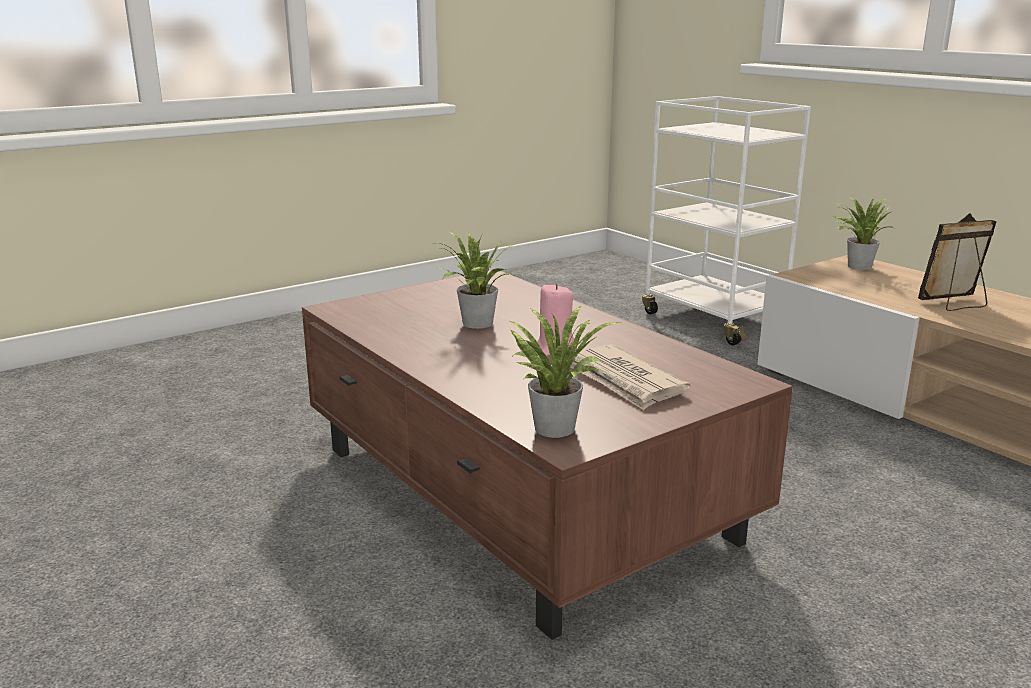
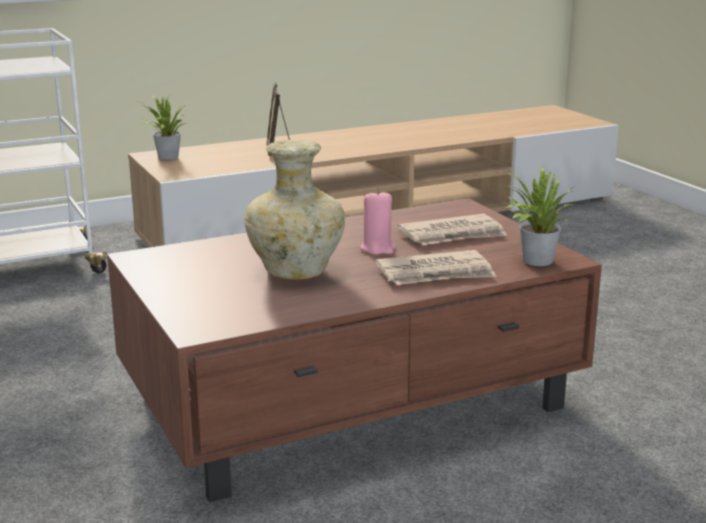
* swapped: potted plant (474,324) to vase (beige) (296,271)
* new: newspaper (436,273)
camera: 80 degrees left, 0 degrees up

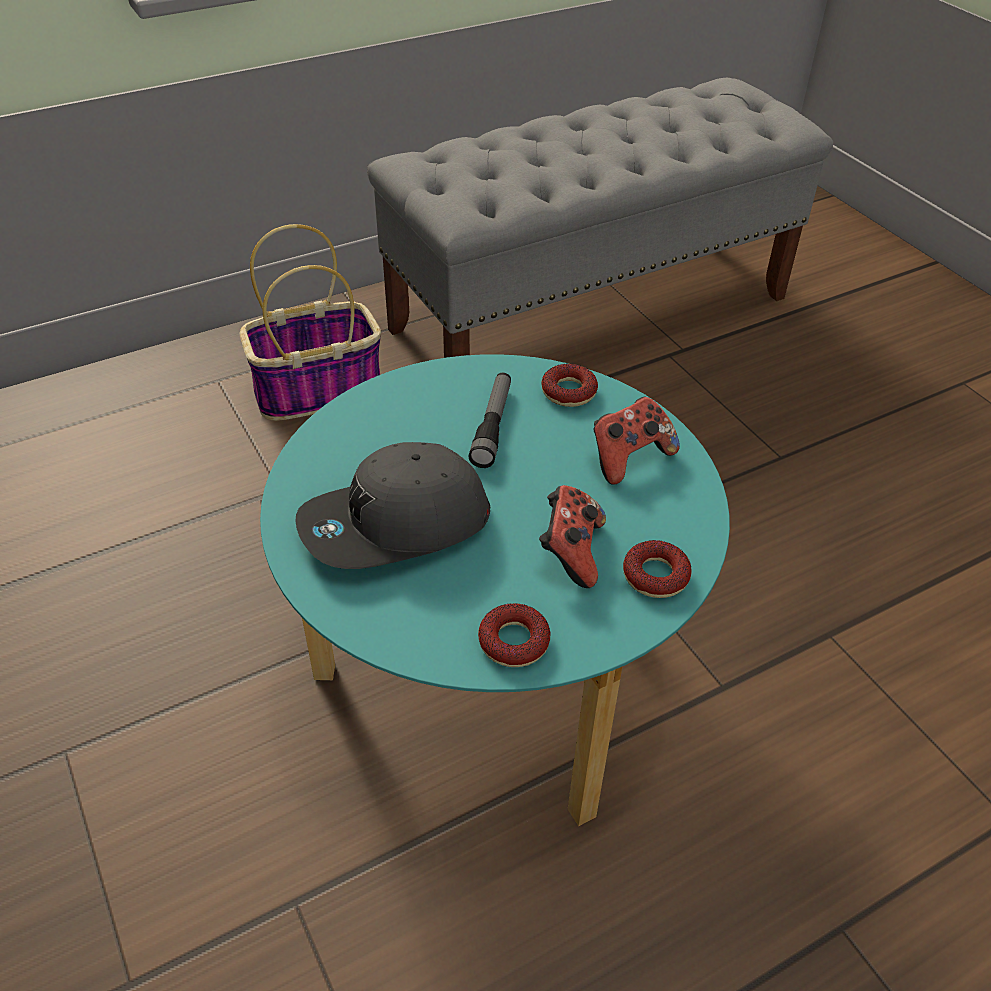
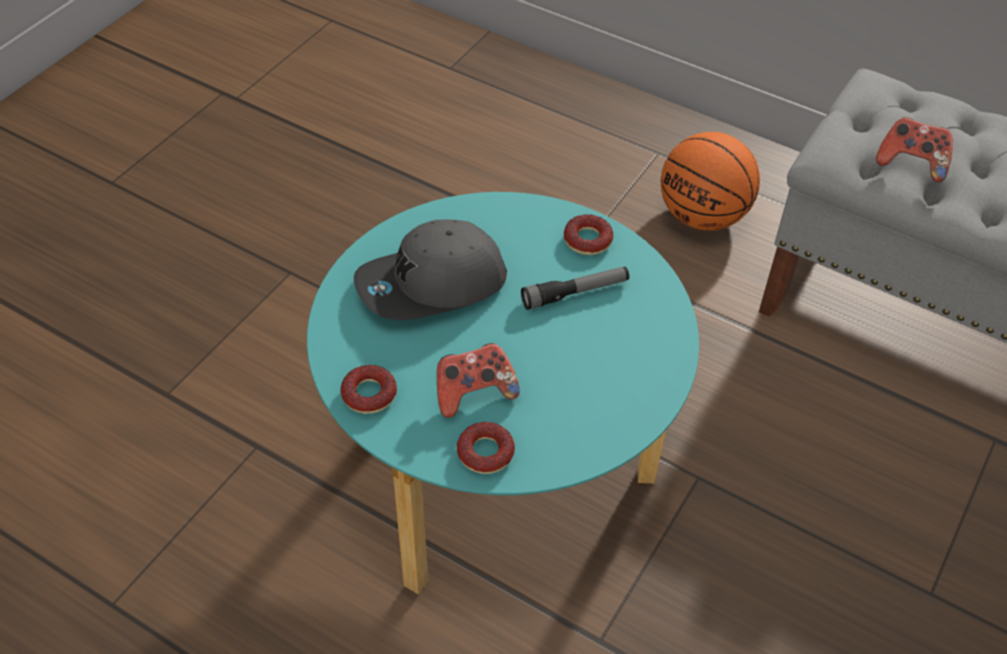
* swapped: basket (319,390) to basketball (702,216)
* shifted: donut (569,392) to (587,240)
* shifted: game controller (629,458) to (911,164)
* rotated: cap (grey) (395,526) = (431,286) 60 degrees counterclockwise
camera: 60 degrees right, 5 degrees up

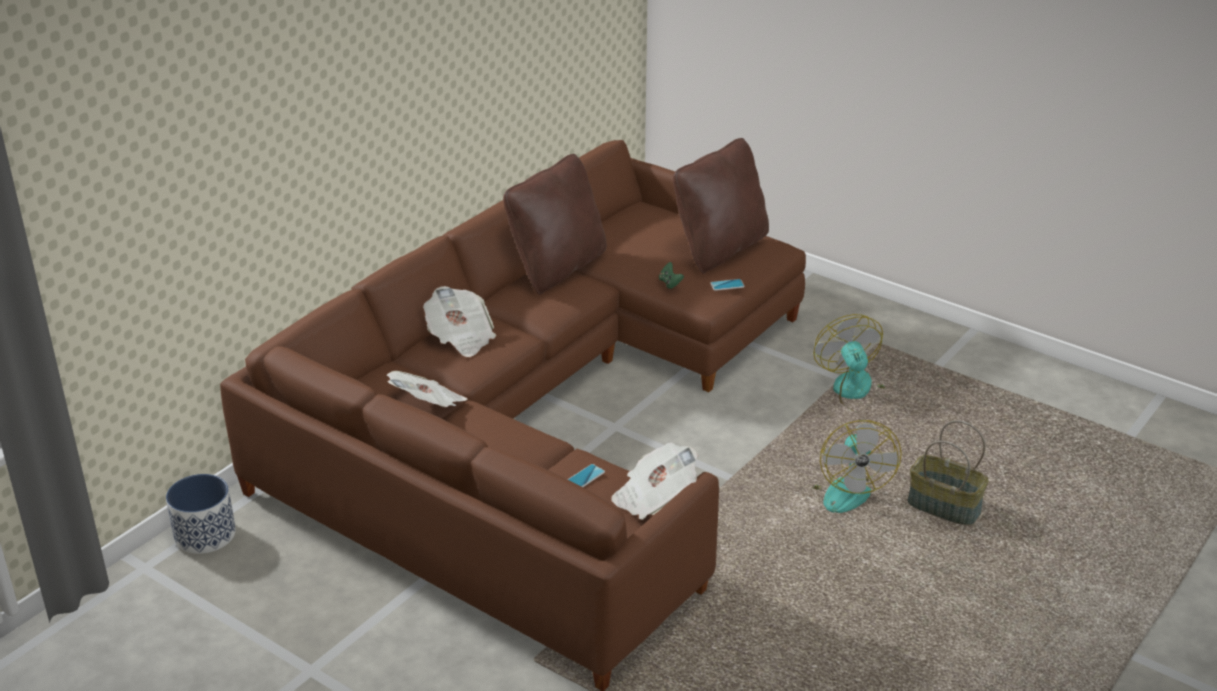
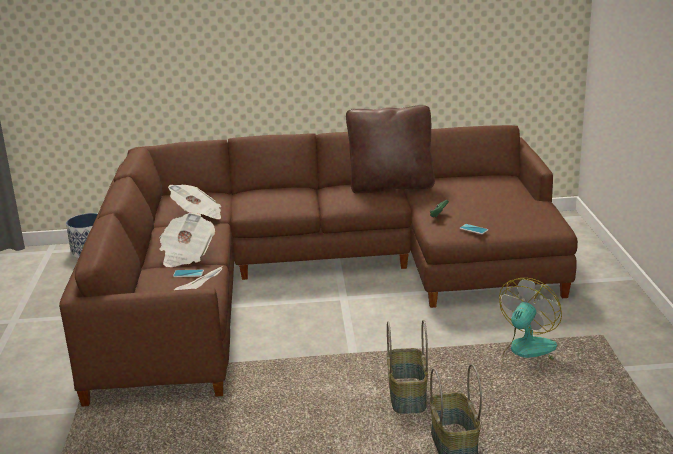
* gone: pillow (brown) (720,249)
* shifted: newspaper (460,338) to (186,255)
* swapped: fan (844,488) to basket (408,397)
camera: 50 degrees right, 10 degrees down

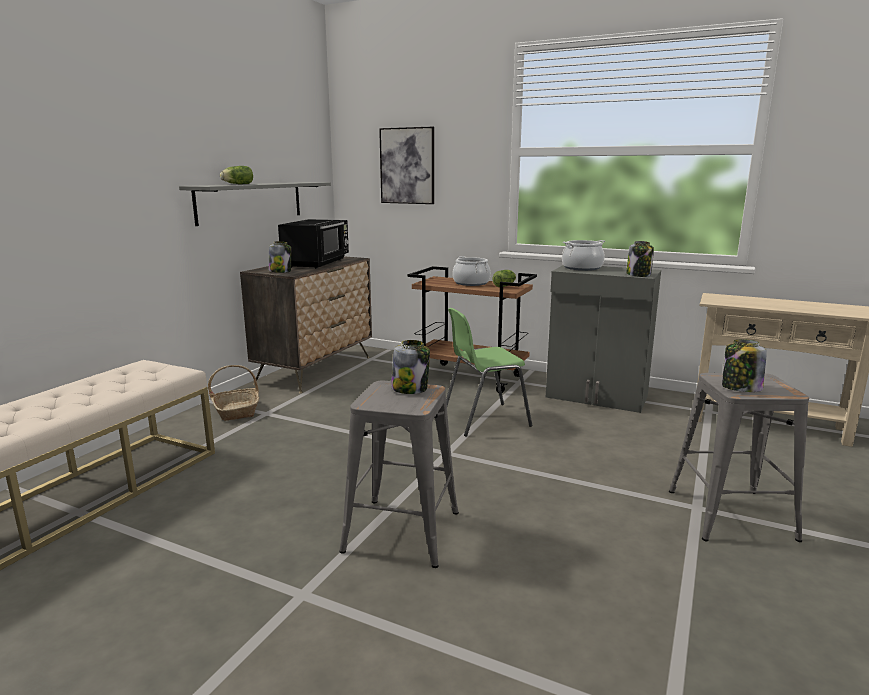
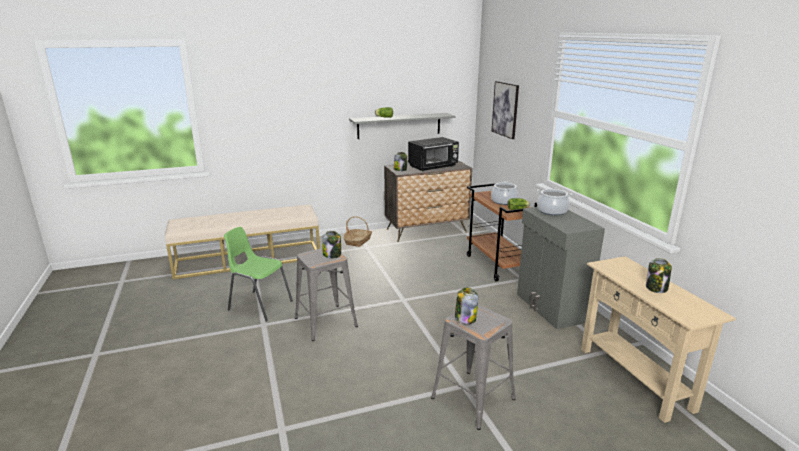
* shifted: jar (639,275) to (656,288)
* shifted: chair (green) (484,419) to (259,305)
camera: 45 degrees right, 5 degrees up

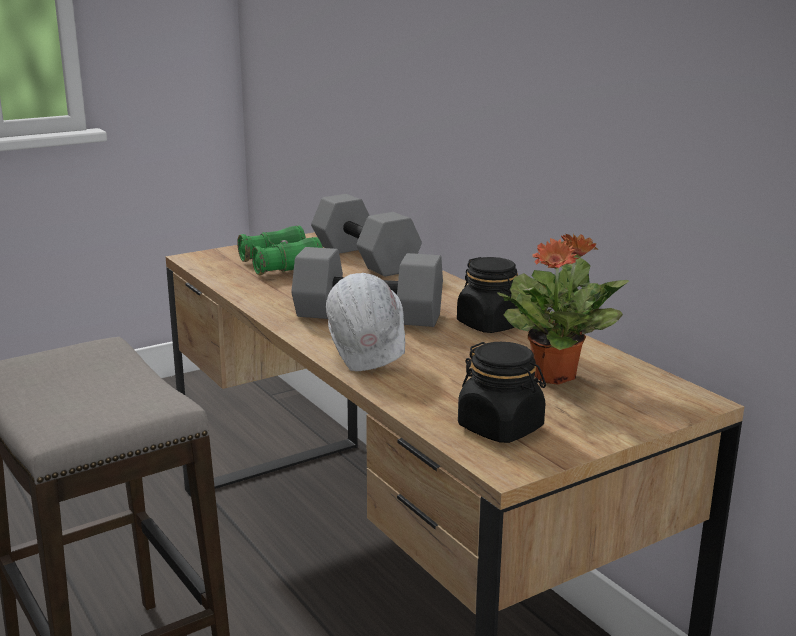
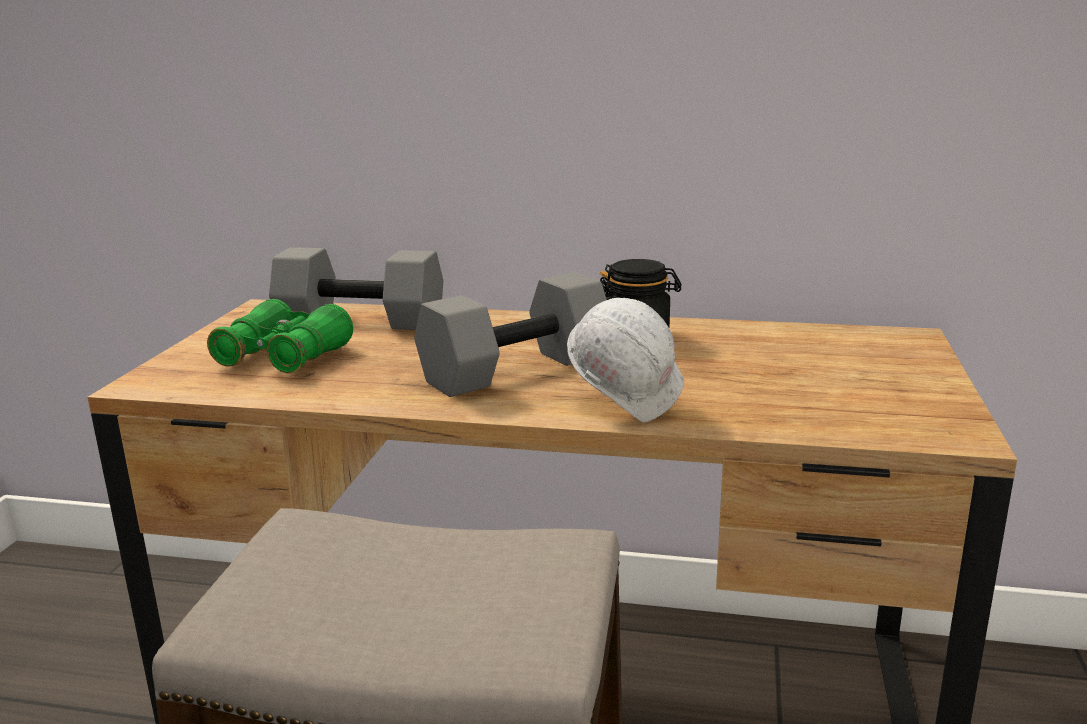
* gone: potted plant (555,375)
* gone: jar (black) (501,428)
camera: 45 degrees left, 0 degrees up

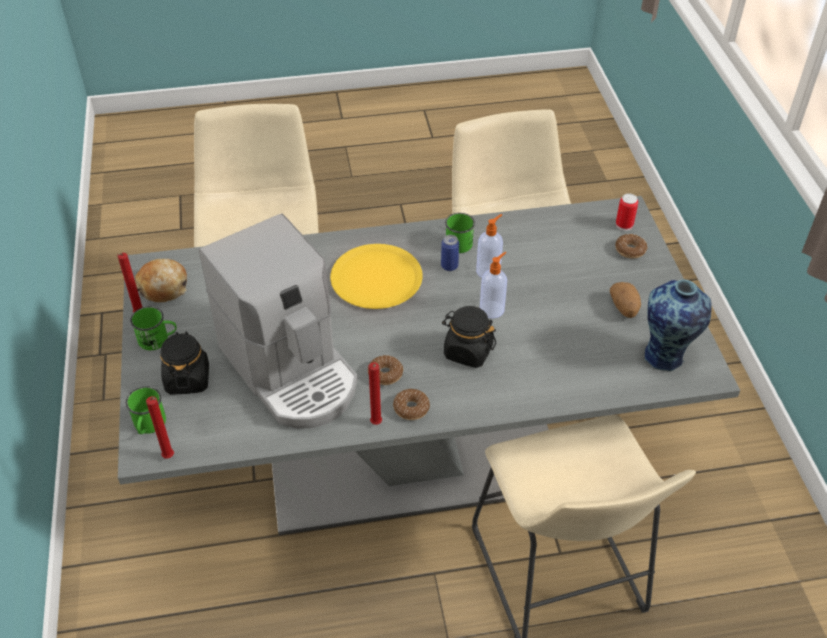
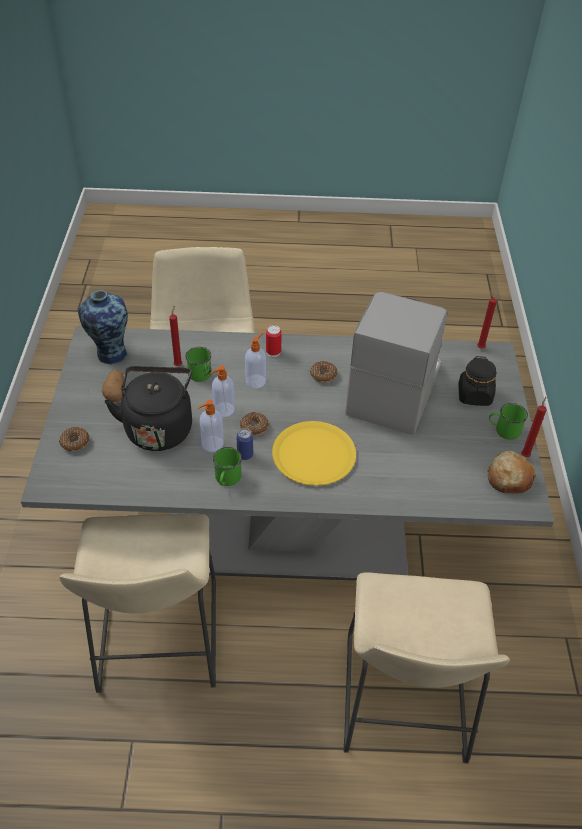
* shifted: can (624,225) to (273,352)
* rotated: coffee machine (291,371) = (394,388) 45 degrees clockwise
* swapped: jar (black) (467,351) to soap dispenser (256,381)
* shifted: candle (red) (376,424) to (178,364)
* shifted: mug (green) (148,426) to (201,371)
* shifted: donut (411,408) to (254,427)
* new: kettle (black) (158,427)
camera: 170 degrees left, 0 degrees up

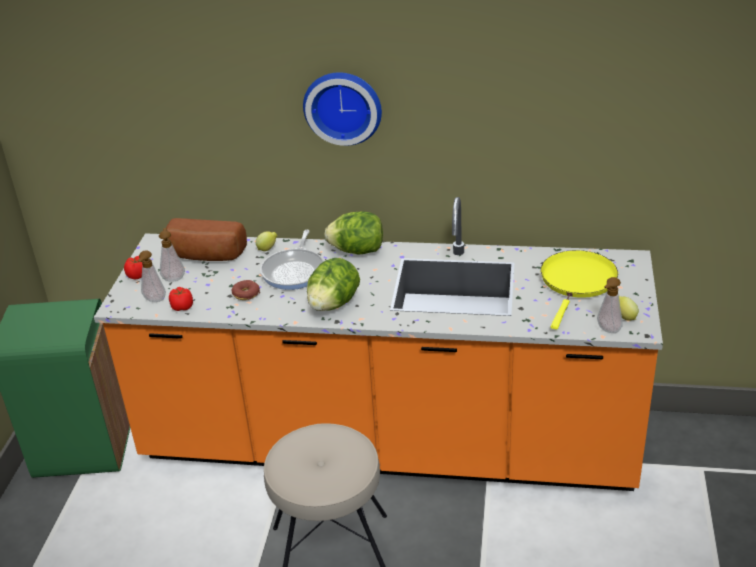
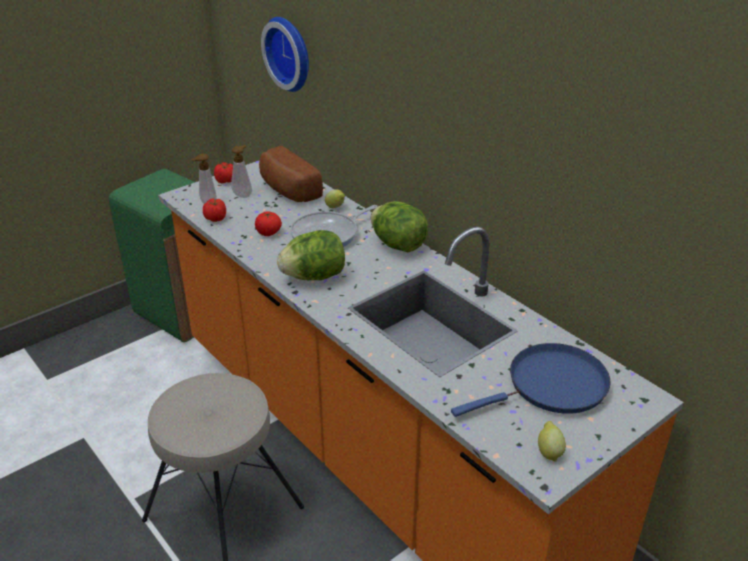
* shifted: wall clock (343,106) to (290,53)
* repainted: frying pan (yellow) (577,282) to frying pan (blue) (551,386)
* gone: soap dispenser (607,330)
* swapped: donut (246,294) to tomato (268,233)
camera: 40 degrees right, 0 degrees up

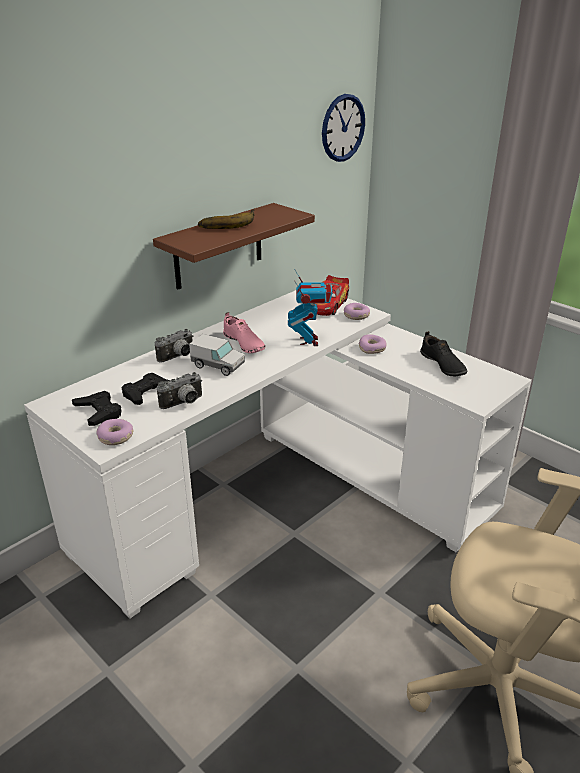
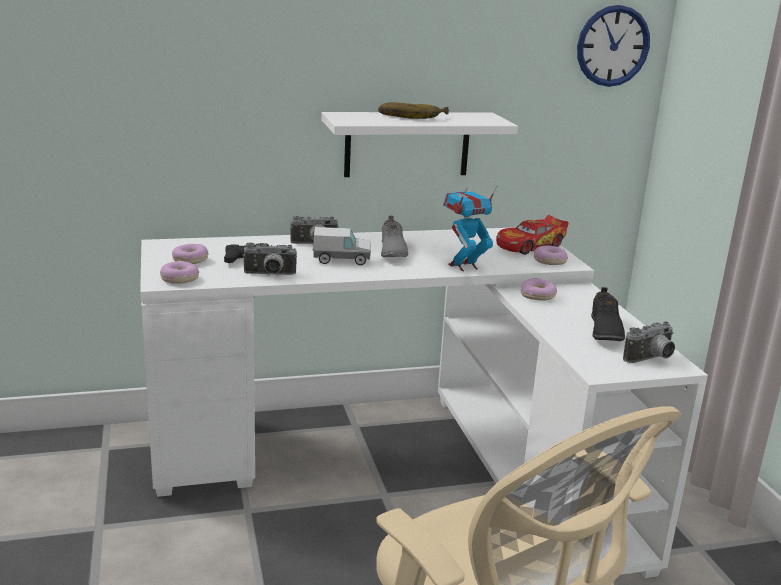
* repainted: shelf (brown) (218,246) to shelf (white) (407,144)
* rotated: toy robot (309,341) = (463,266) 150 degrees counterclockwise
* repainted: shoe (pink) (243,343) to shoe (grey) (392,251)
* rotated: toy truck (218,366) = (341,259) 60 degrees counterclockwise
* swapped: game controller (black) (99,412) to donut (190,260)
* new: photo camera (651,359)
camera: 30 degrees right, 10 degrees down

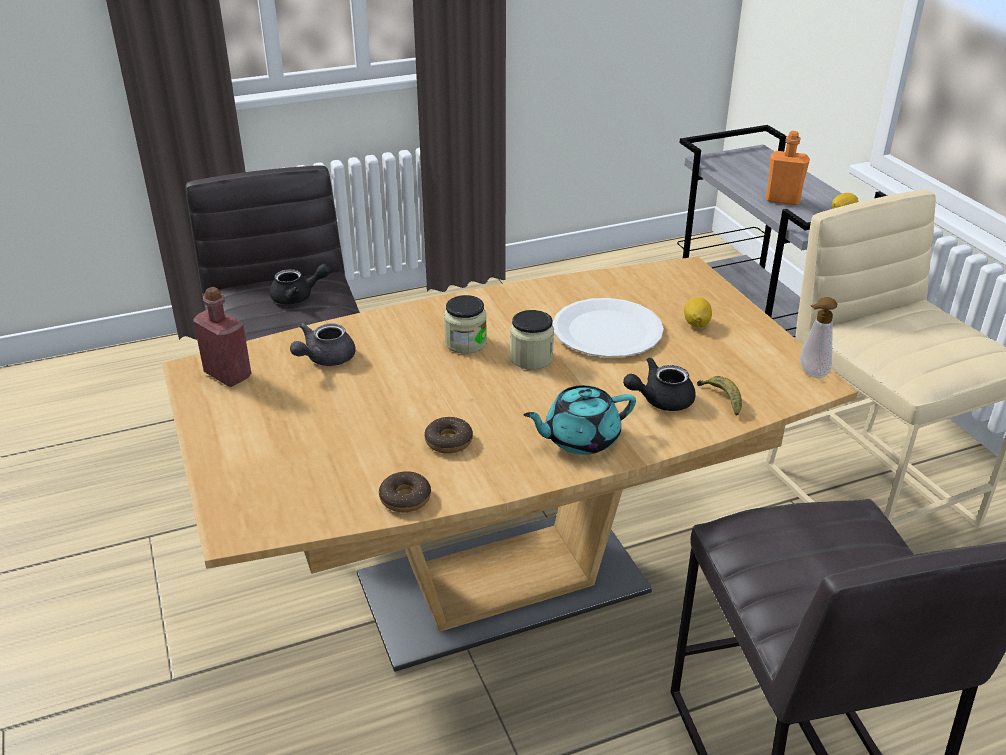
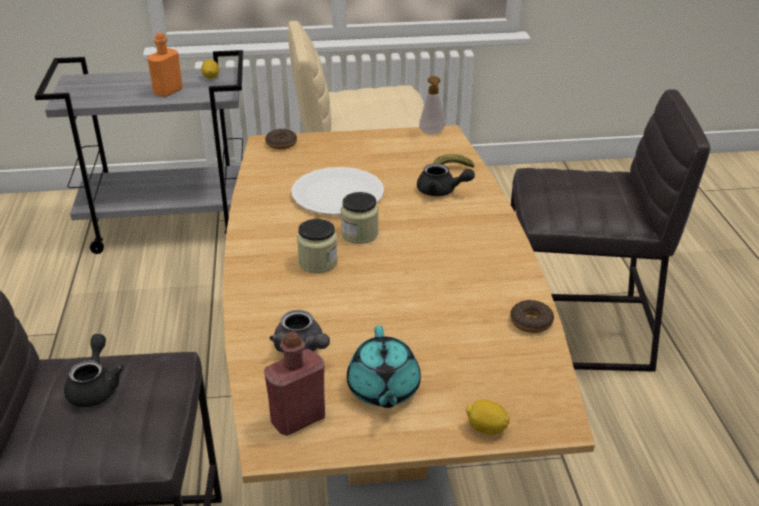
* shifted: lemon (696,324) to (486,428)
* rotated: teapot (black) (660,400) = (441,191) 60 degrees counterclockwise
* shifted: teapot (turquoise) (580,439) to (383,390)
* shifted: donut (448,441) to (281,143)
camera: 75 degrees left, 0 degrees up

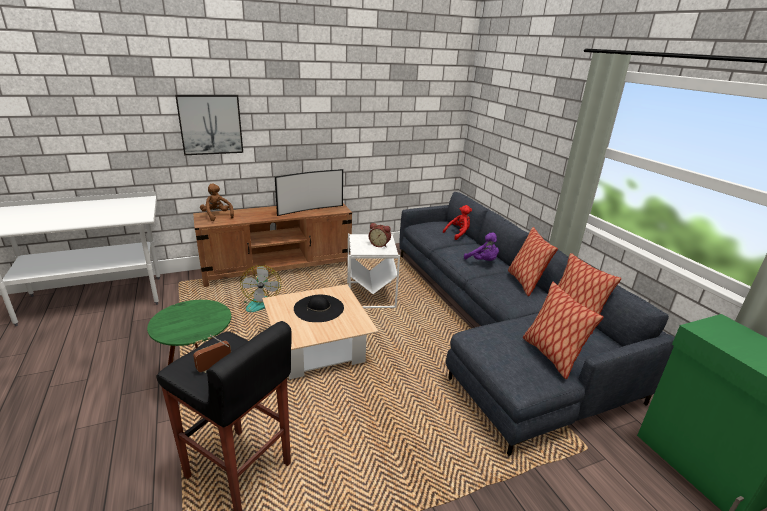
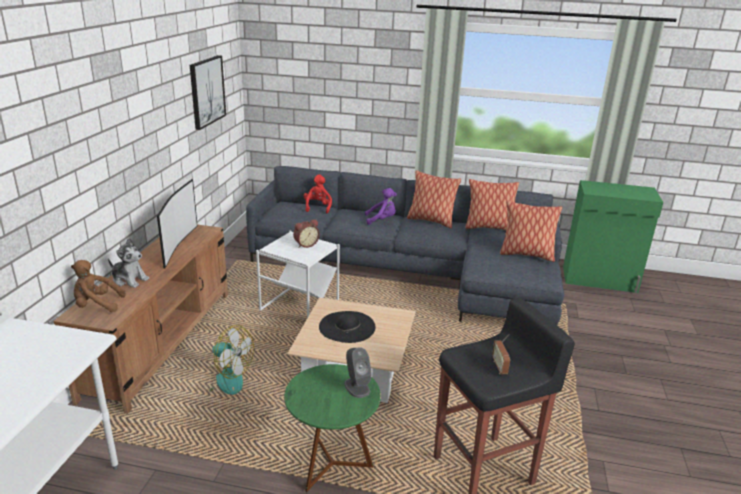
* shifted: picture (210,124) to (206,91)
* new: plush toy (129,280)
* new: speaker (grey) (357,387)
camera: 55 degrees left, 0 degrees up

